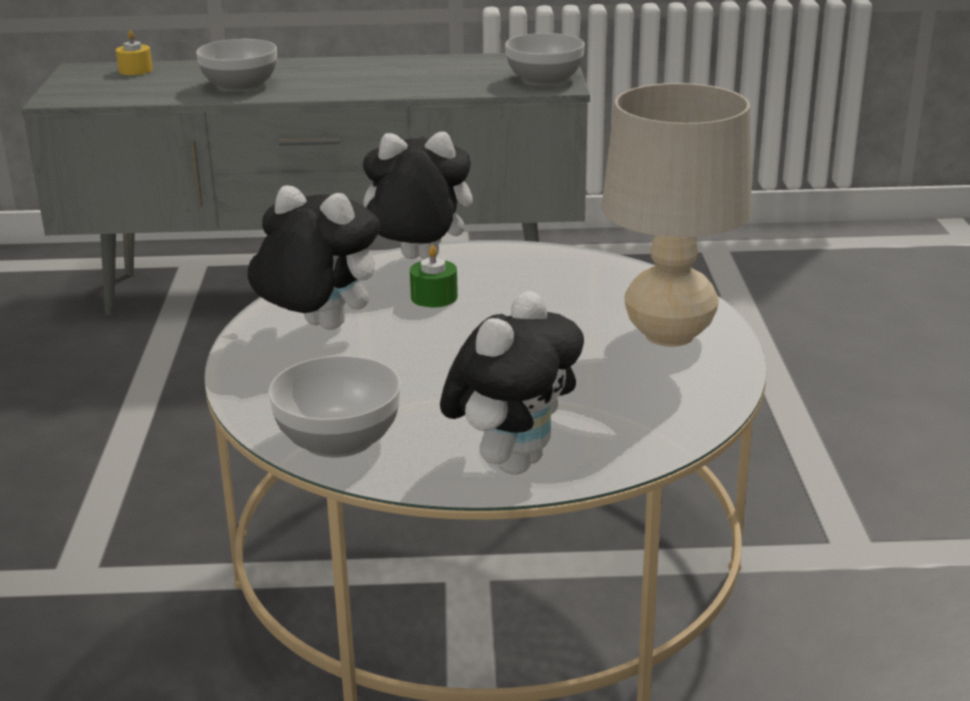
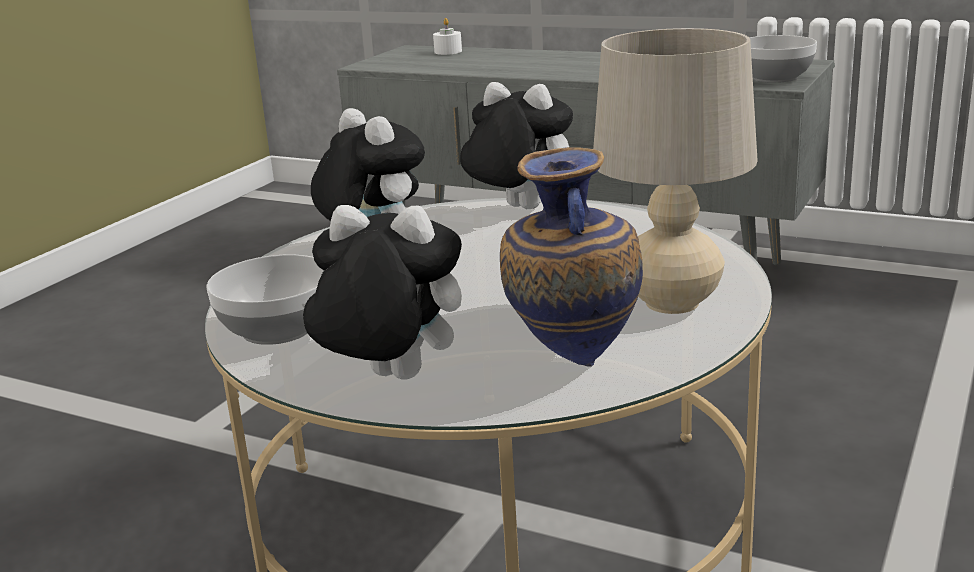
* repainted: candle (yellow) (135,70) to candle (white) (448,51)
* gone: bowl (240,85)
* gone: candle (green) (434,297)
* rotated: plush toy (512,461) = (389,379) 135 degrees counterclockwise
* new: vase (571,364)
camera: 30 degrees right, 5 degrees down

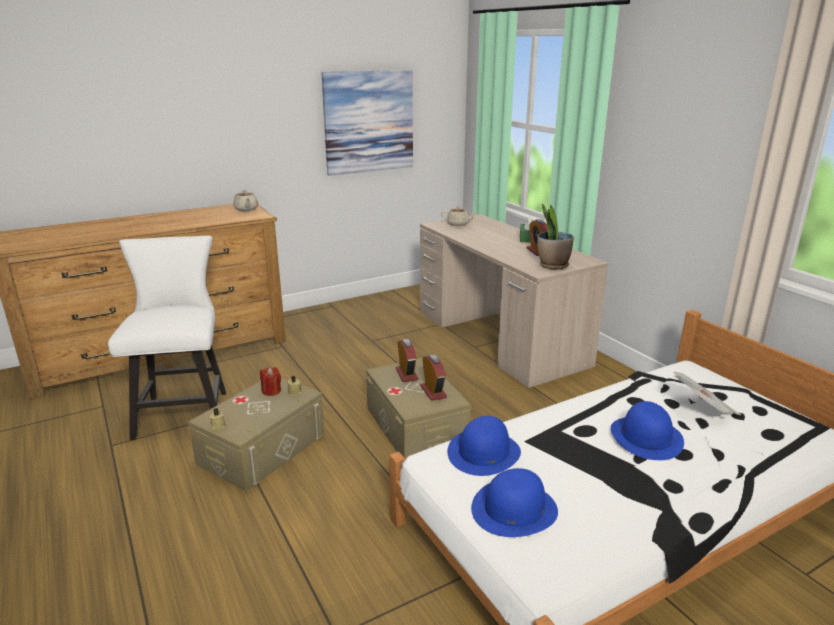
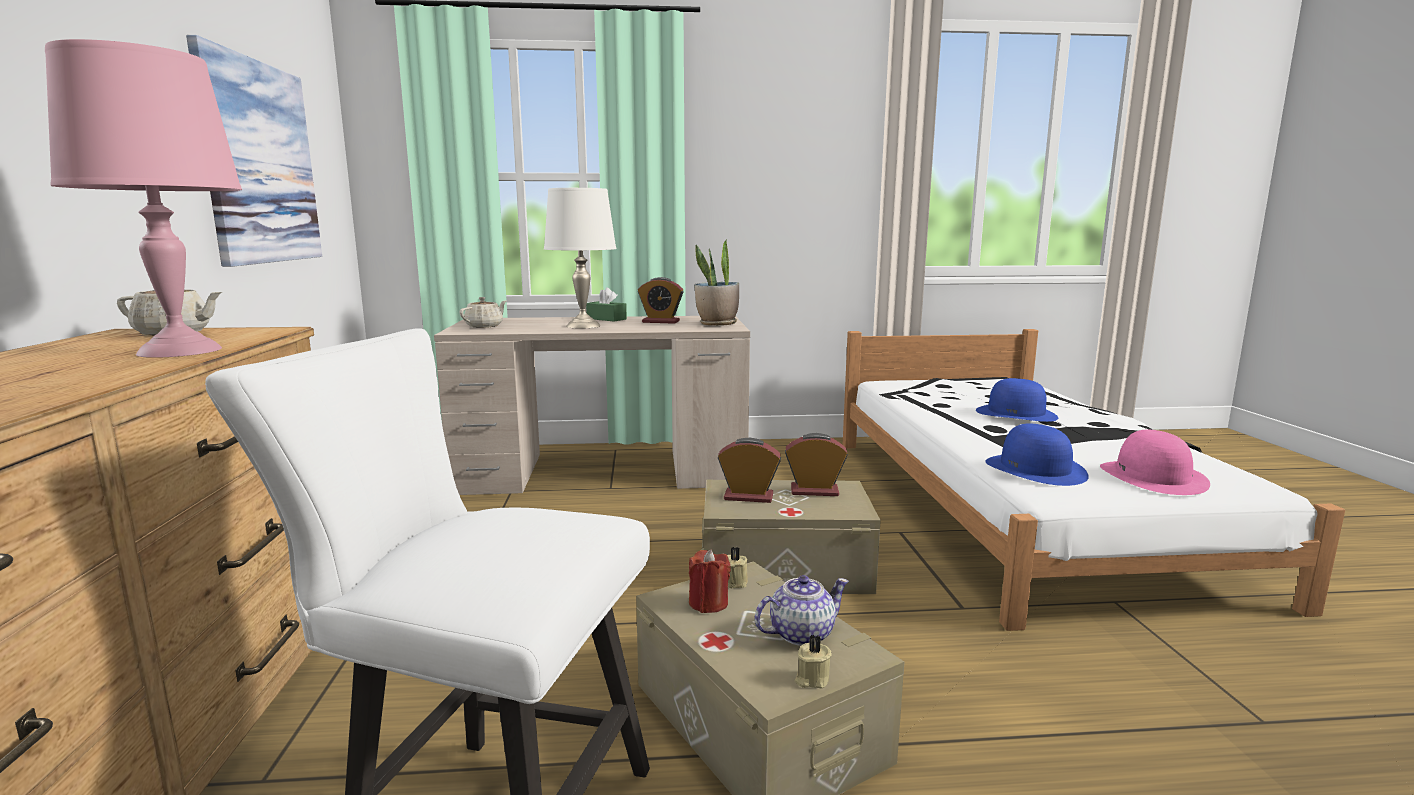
* gone: newspaper (703,410)
* repainted: hat (blue) (514,509) to hat (pink) (1153,477)
* new: table lamp (pink) (178,351)
* new: table lamp (white) (582,326)
* new: teapot (800,634)
camera: 65 degrees left, 10 degrees down

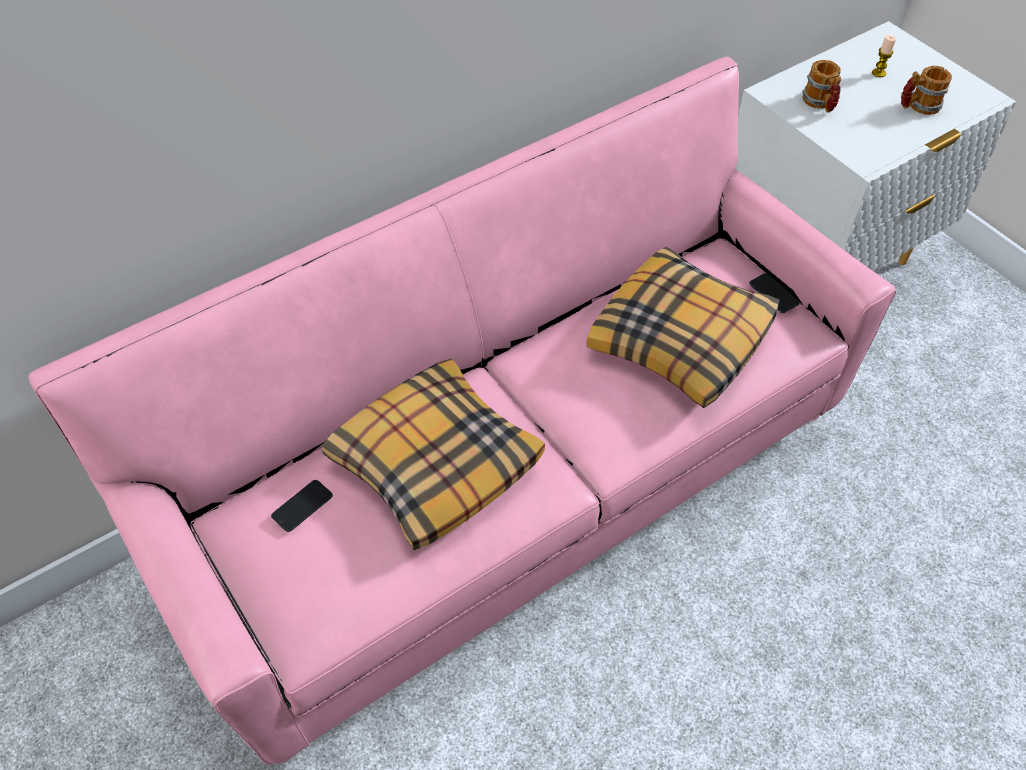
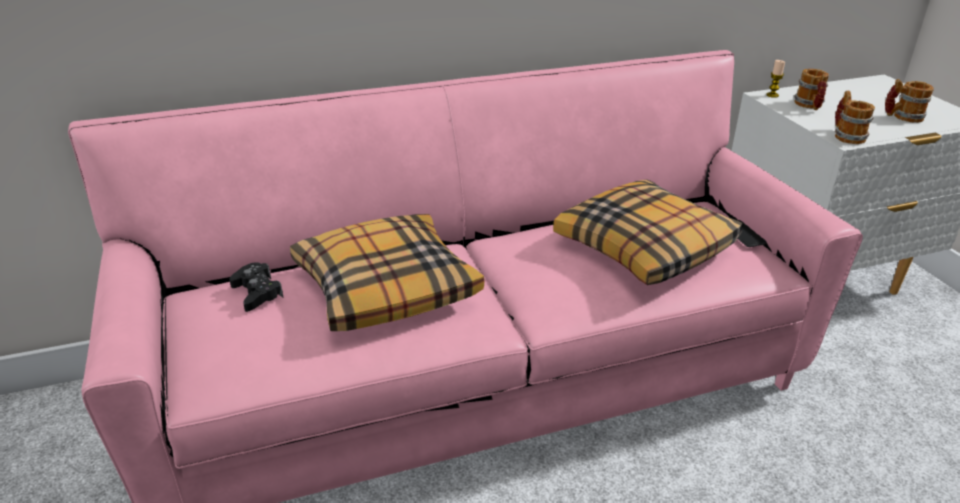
* shifted: candle (878,73) to (772,95)
* swapped: phone (302,506) to game controller (black) (257,293)
* new: mug (846,135)
camera: 15 degrees right, 20 degrees down

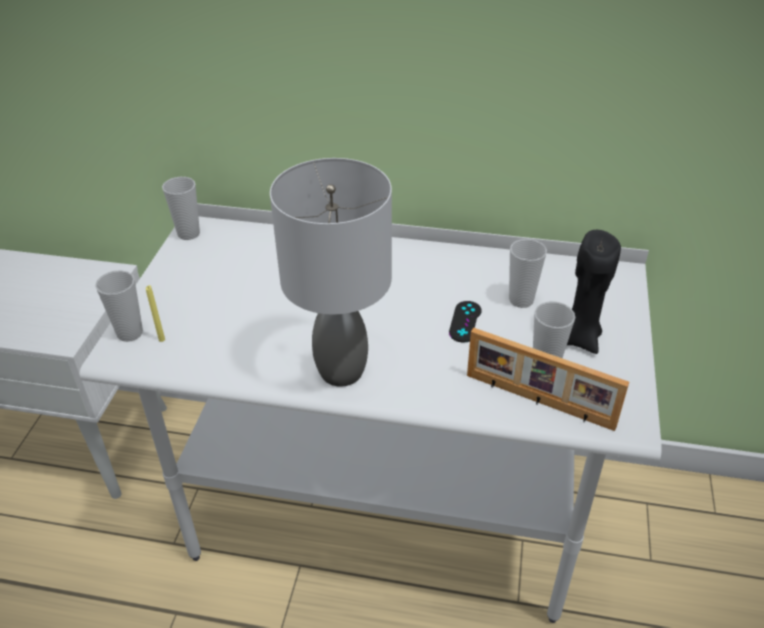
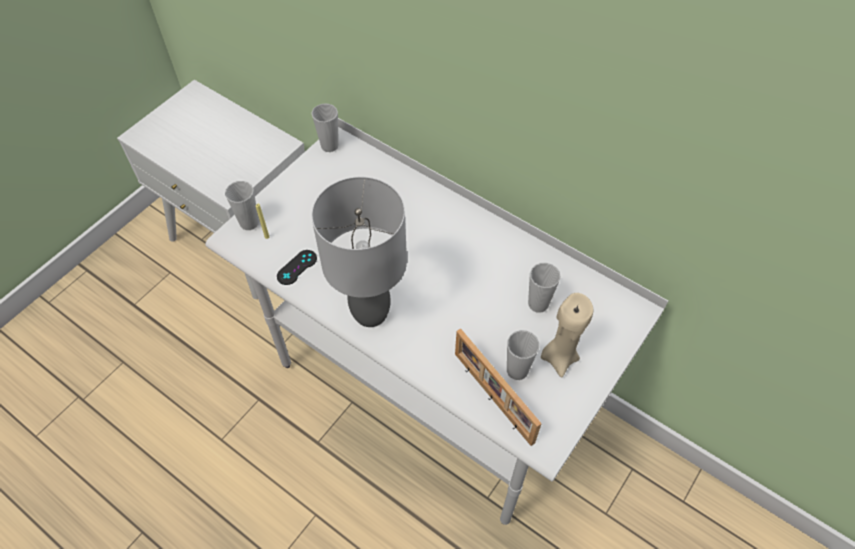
* repainted: candle (black) (579,338) to candle (beige) (559,357)
* shifted: game controller (black) (465,322) to (297,267)
camera: 25 degrees right, 15 degrees up

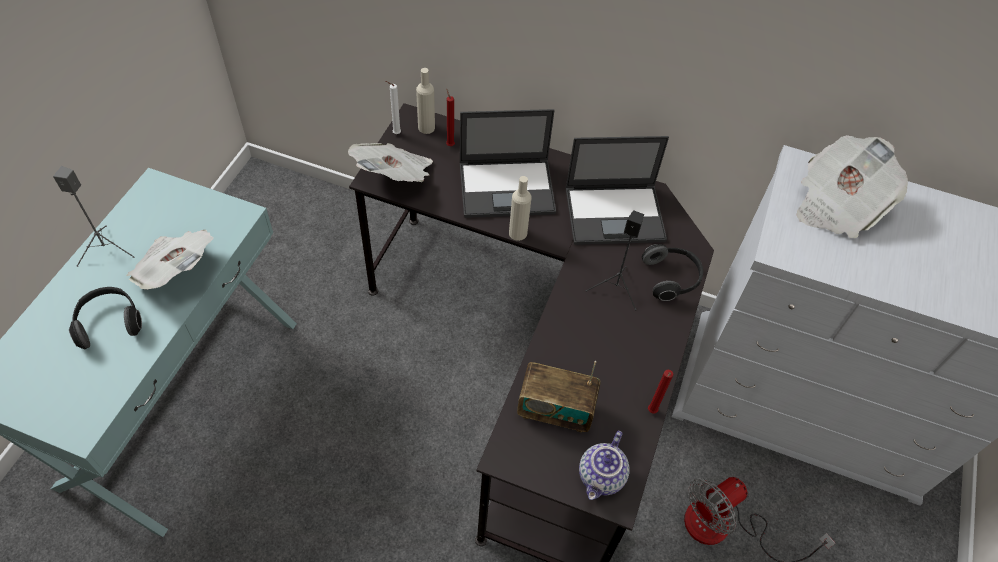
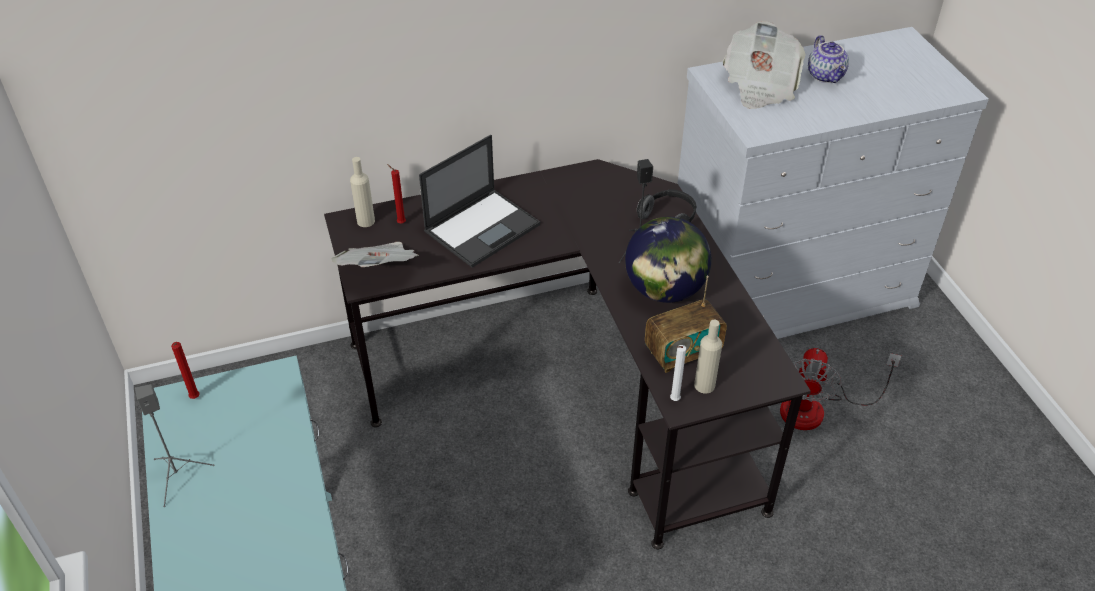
* shifted: candle (white) (395,133) to (673,400)
* gone: laptop (615,214)
* shifted: bottle (beige) (518,233) to (704,385)
* gone: newspaper (176,270)
* gone: headphones (109,323)
* shifted: candle (red) (651,412) to (194,399)
* shifted: teapot (602,477) to (826,76)
* new: globe (664,290)
camera: 35 degrees left, 10 degrees down

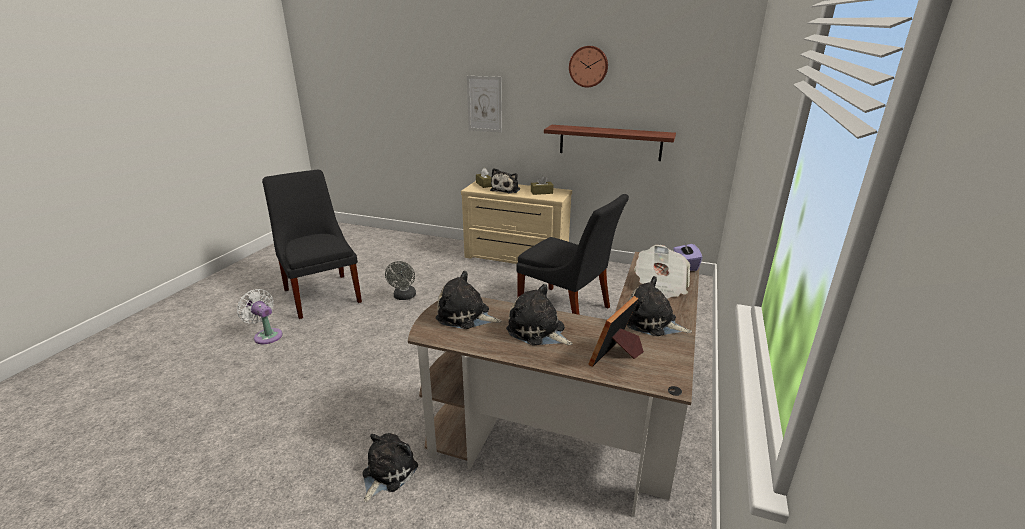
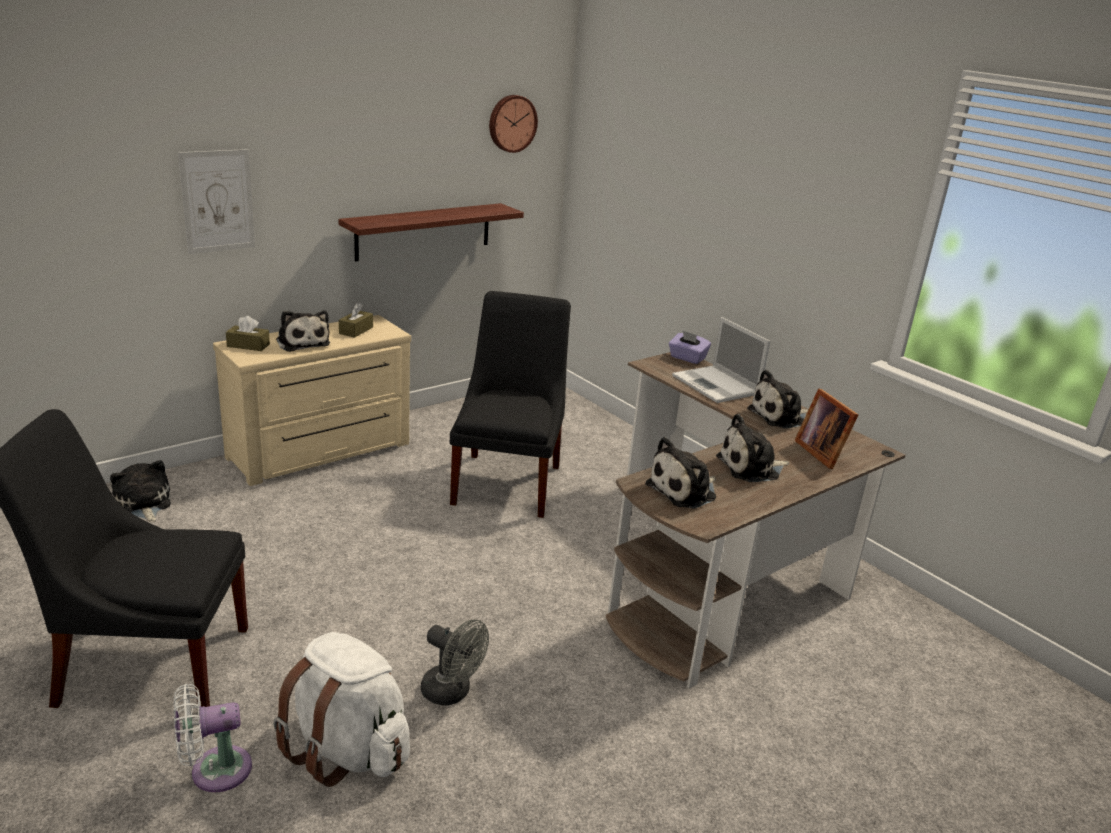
* shifted: wall clock (588,66) to (511,123)
* rotated: chair (black) (567,311) = (508,481) 60 degrees counterclockwise
* swapped: newspaper (660,286) to laptop (717,385)
* shifted: fan (grey) (404,297) to (452,693)
* shifted: plush toy (387,473) to (143,504)
* new: backpack (white) (347,750)
camera: 60 degrees left, 0 degrees up

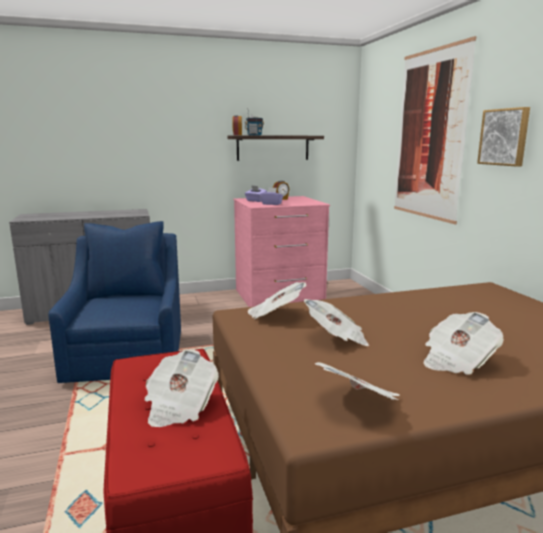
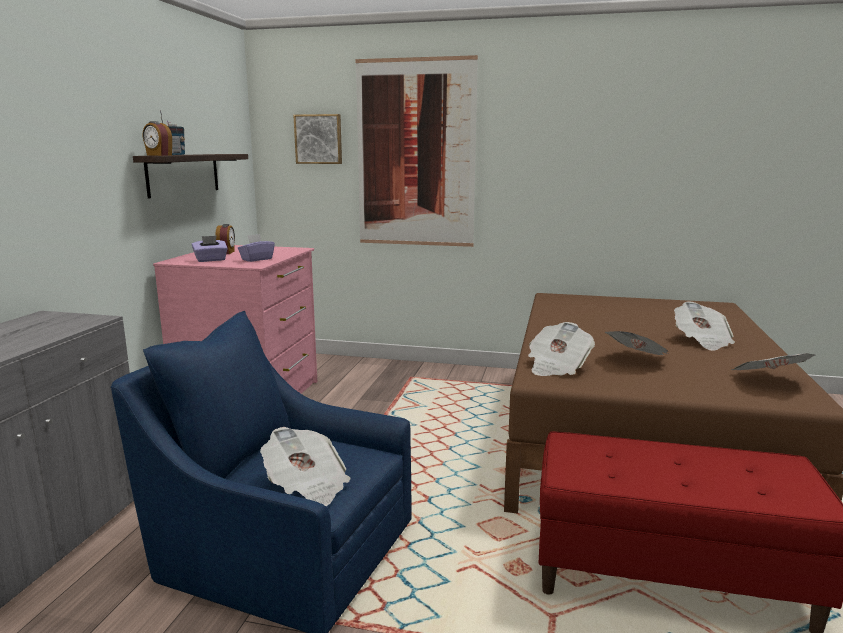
* shifted: picture (504,137) to (319,139)
* shifted: newspaper (179,406) to (307,486)
camera: 60 degrees left, 0 degrees up

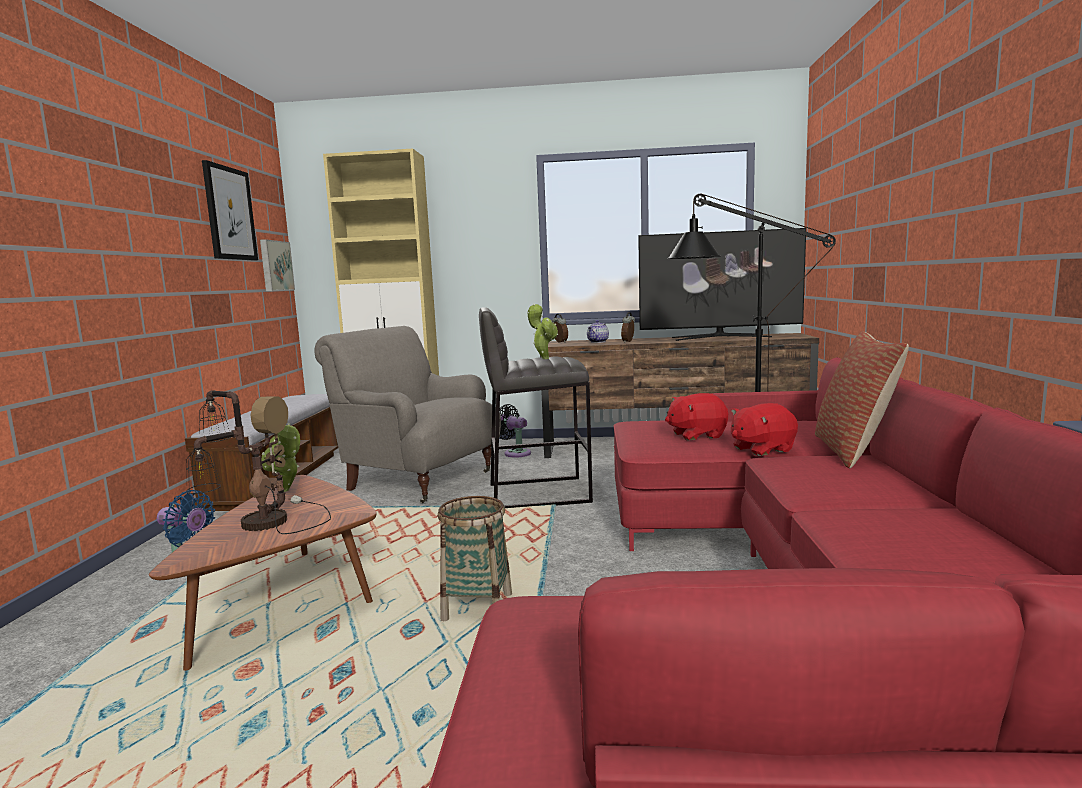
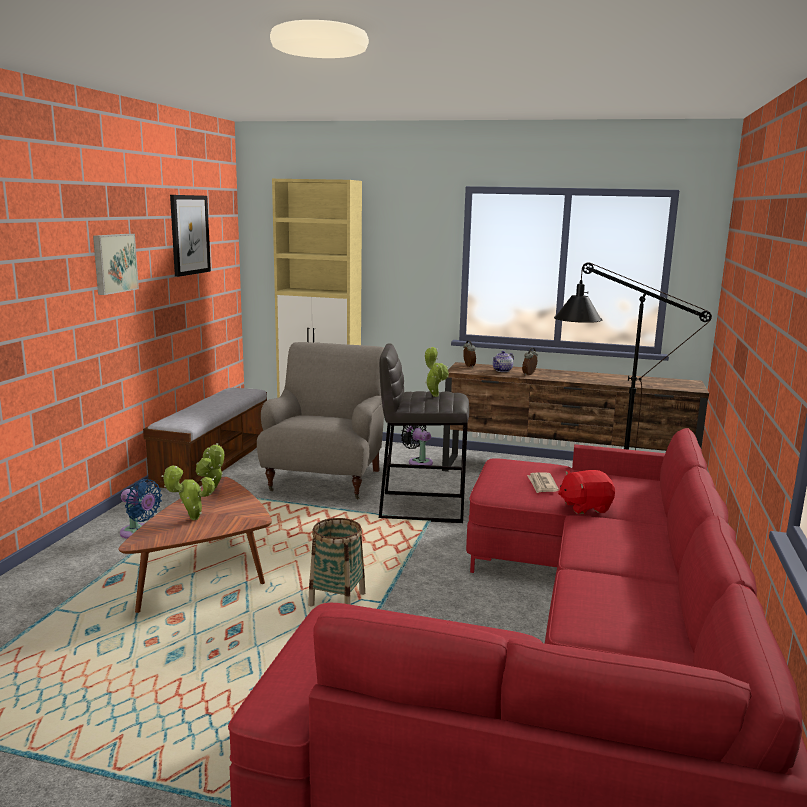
* gone: television (719,337)
* shifted: picture (275,266) to (113,263)
* rotated: armchair (grey) (418,480) = (327,480) 60 degrees clockwise
* gone: pillow (853,451)
* swapped: table lamp (261,524) to potted plant (191,519)
* swapped: plush toy (red) (696,435) to newspaper (542,485)
camera: 10 degrees right, 5 degrees up

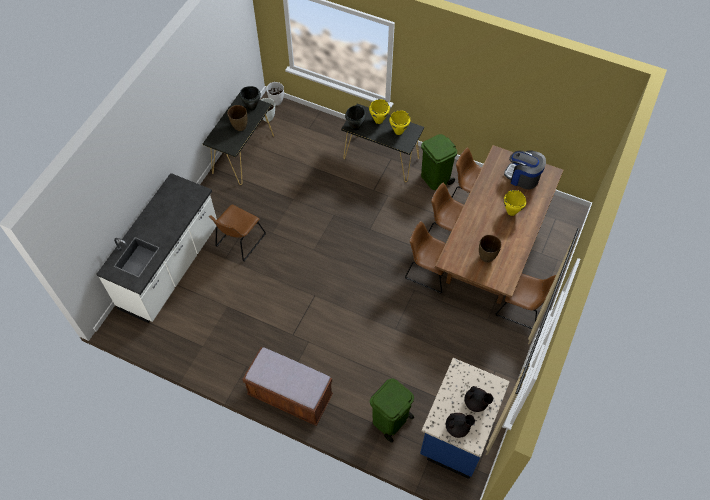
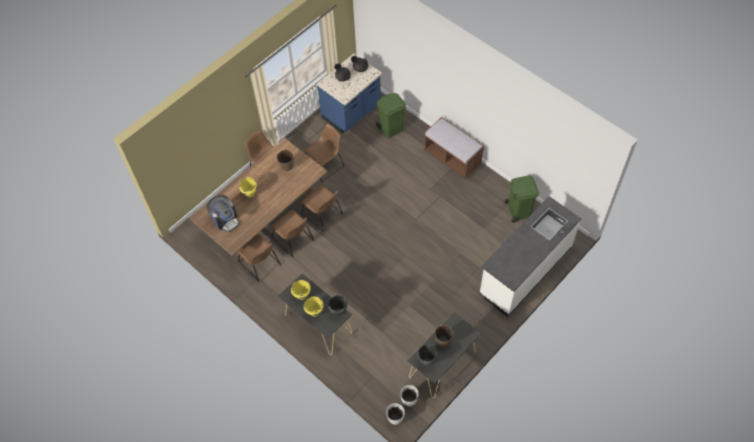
* shifted: trash can (green) (435,179) to (518,210)
* shifted: chair (brown) (239,242) to (325,165)
camera: 160 degrees left, 0 degrees up

